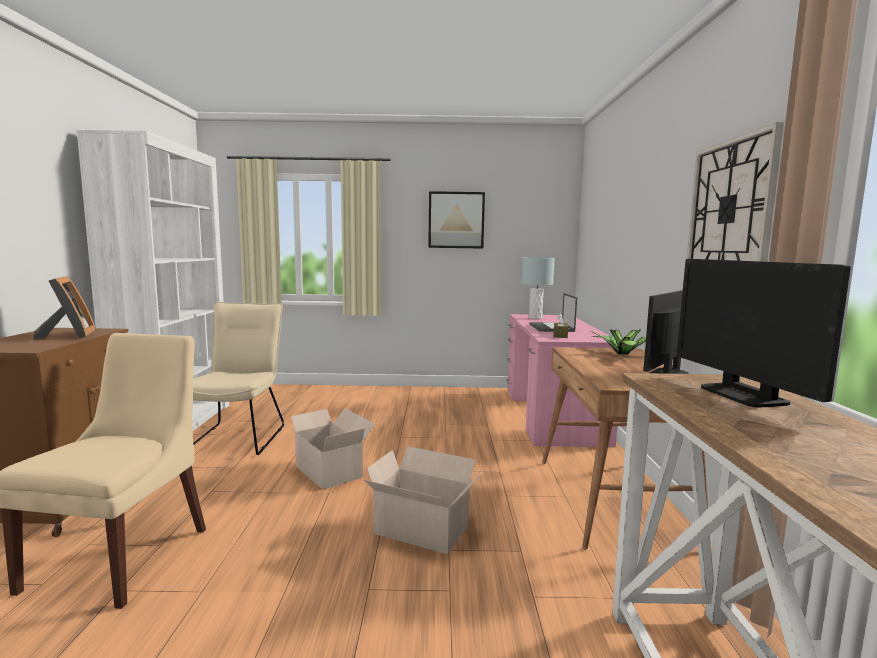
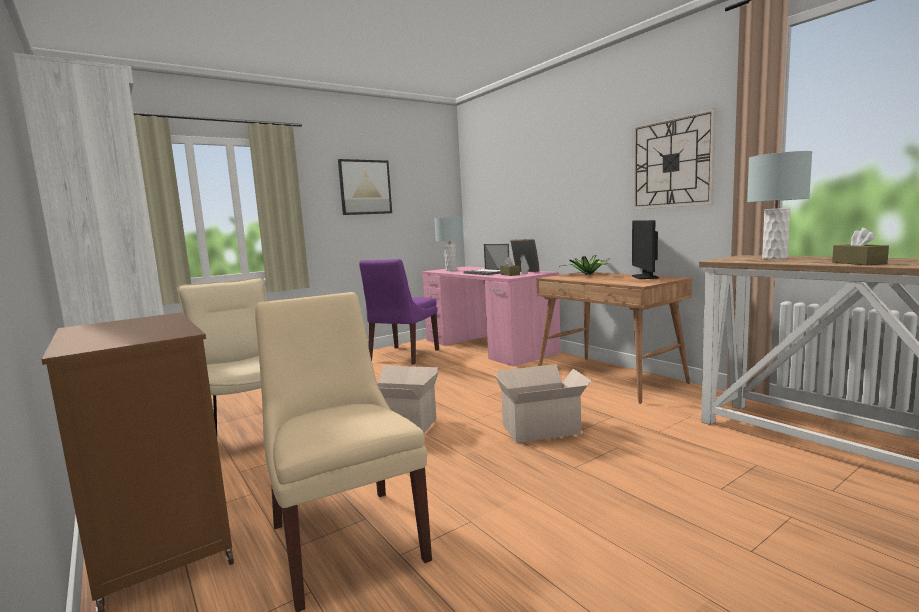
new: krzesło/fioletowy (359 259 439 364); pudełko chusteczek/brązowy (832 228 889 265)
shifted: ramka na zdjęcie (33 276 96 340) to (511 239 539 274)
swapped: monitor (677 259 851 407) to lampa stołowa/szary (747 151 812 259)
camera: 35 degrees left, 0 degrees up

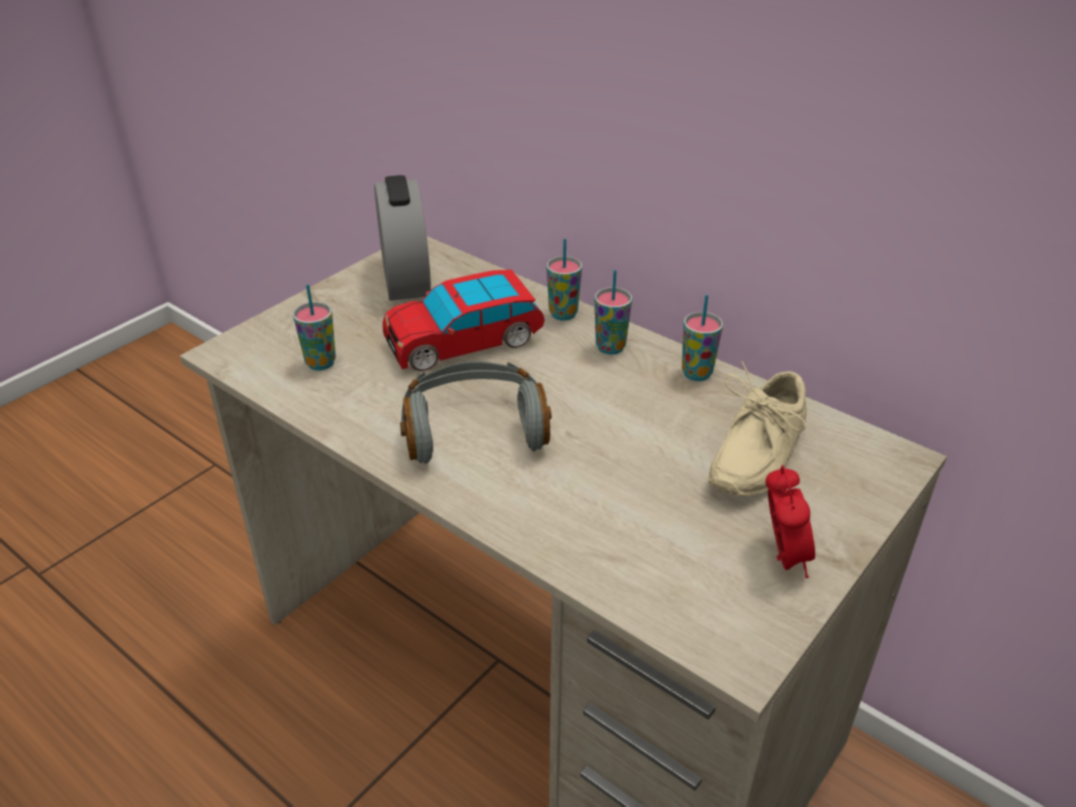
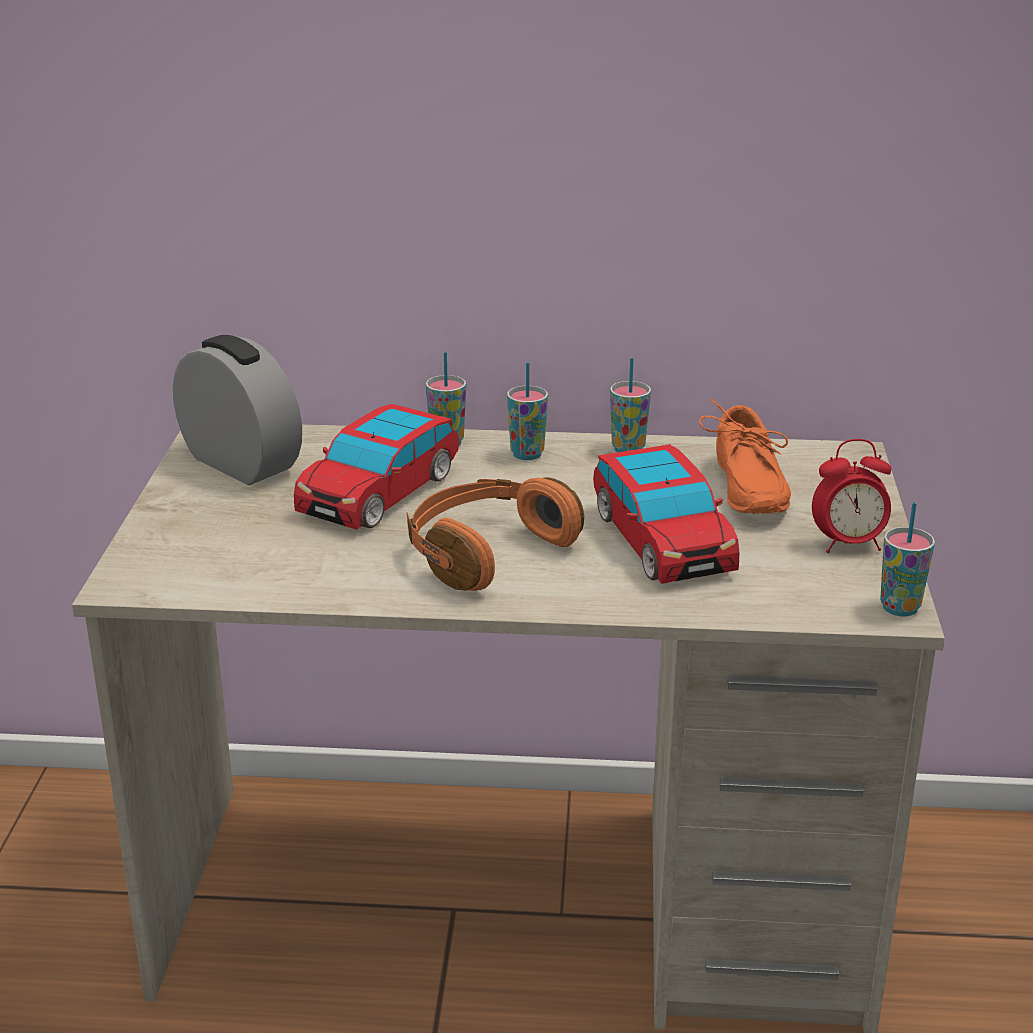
new: samochodzik (593 444 739 584)
shifted: filiżanka (293 285 336 370) to (880 502 935 616)
repainted: słuchawki/szary (400 362 552 464) to słuchawki/pomarańczowy (407 477 584 591); but/beżowy (708 361 807 497) to but/pomarańczowy (699 399 791 514)
rotated: budzik (766 465 815 578) = (812 439 891 553) 120 degrees clockwise
camera: 35 degrees left, 10 degrees down

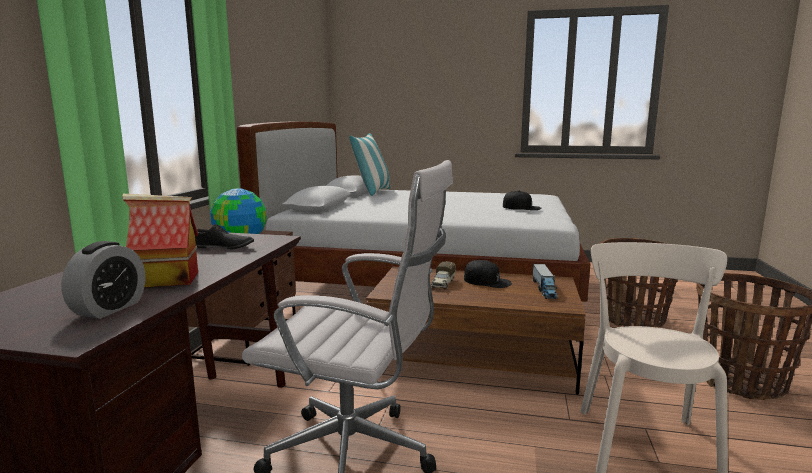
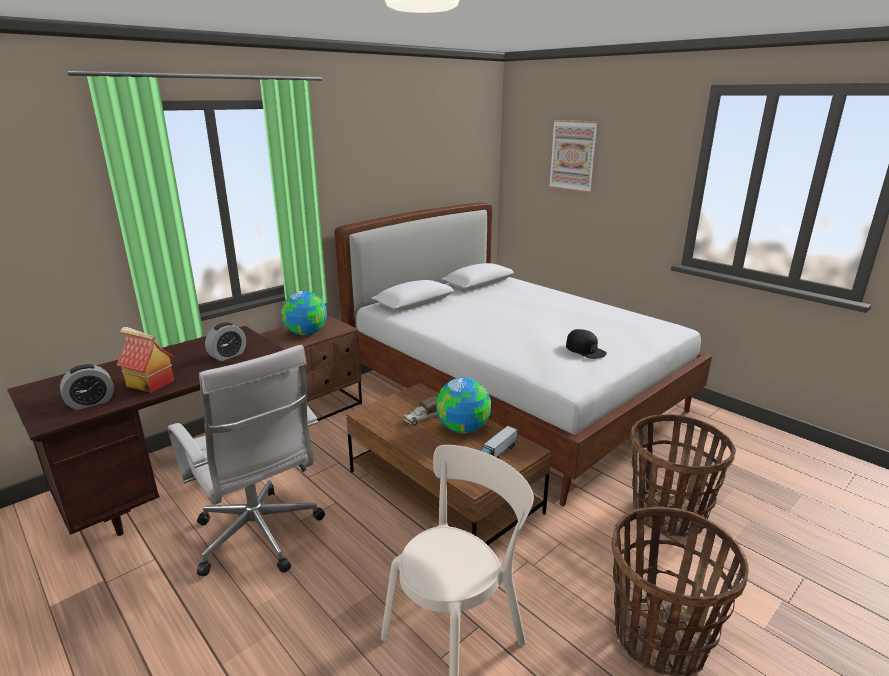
gone: poduszka (349 133 390 196)
new: obraz (549 120 598 193)
swapped: but/czarny (195 224 254 249) to budzik (205 322 246 361); czapka z daszkiem/czarny (464 260 512 288) to globus (436 378 491 434)
camera: 35 degrees right, 10 degrees up

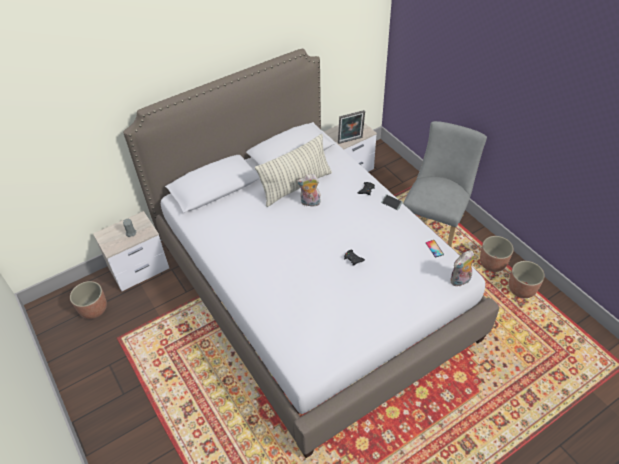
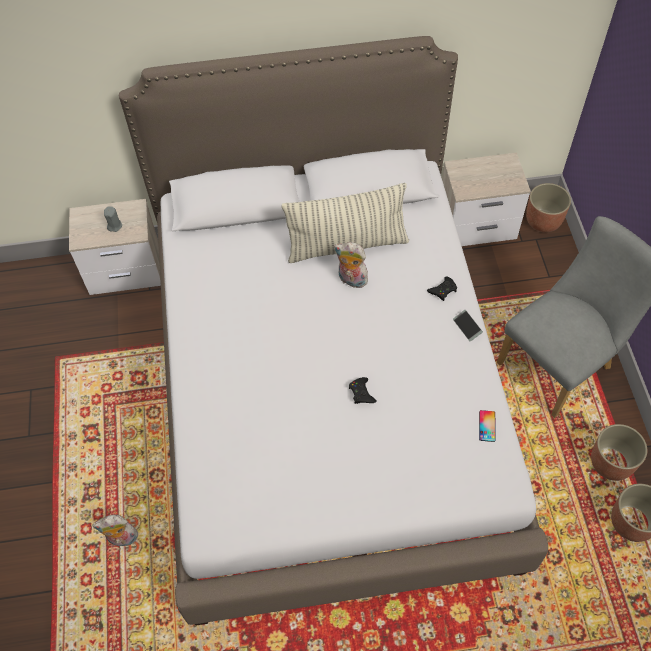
gone: ramka na zdjęcie (338 110 365 144)
shifted: donica (70 281 107 319) to (526 183 571 232); pluszak (450 250 474 287) to (92 514 138 546)
camera: 25 degrees right, 10 degrees up

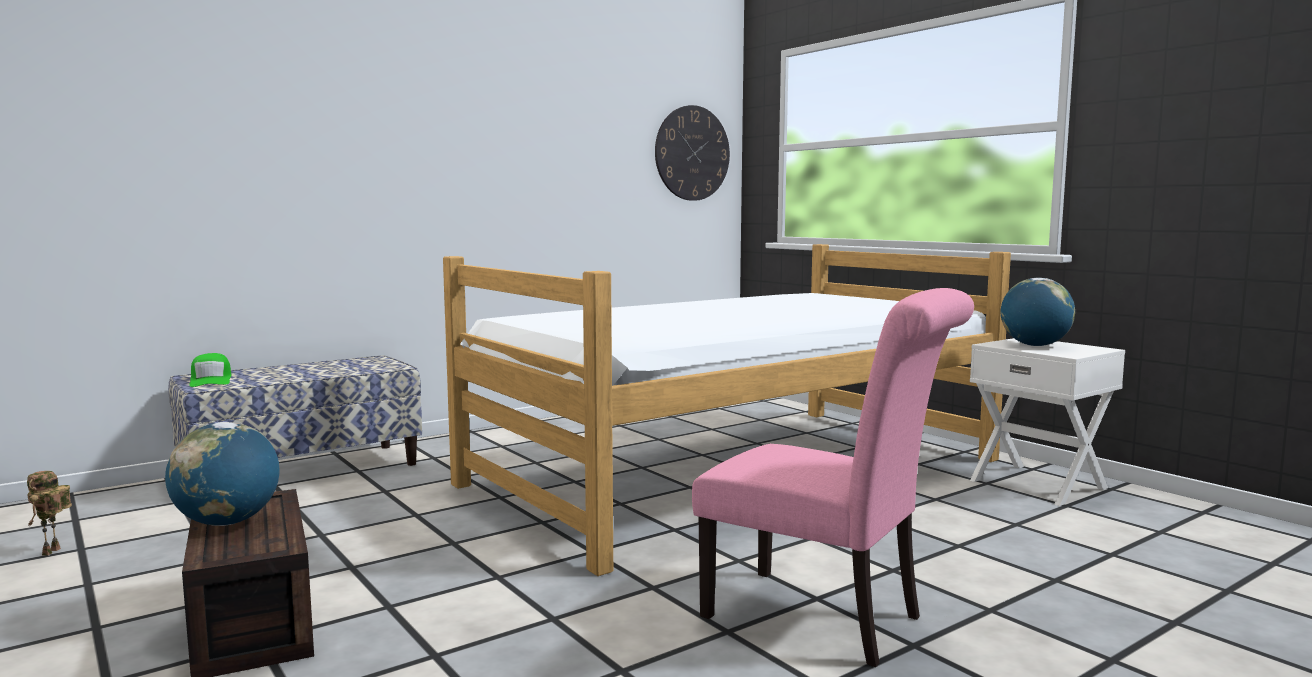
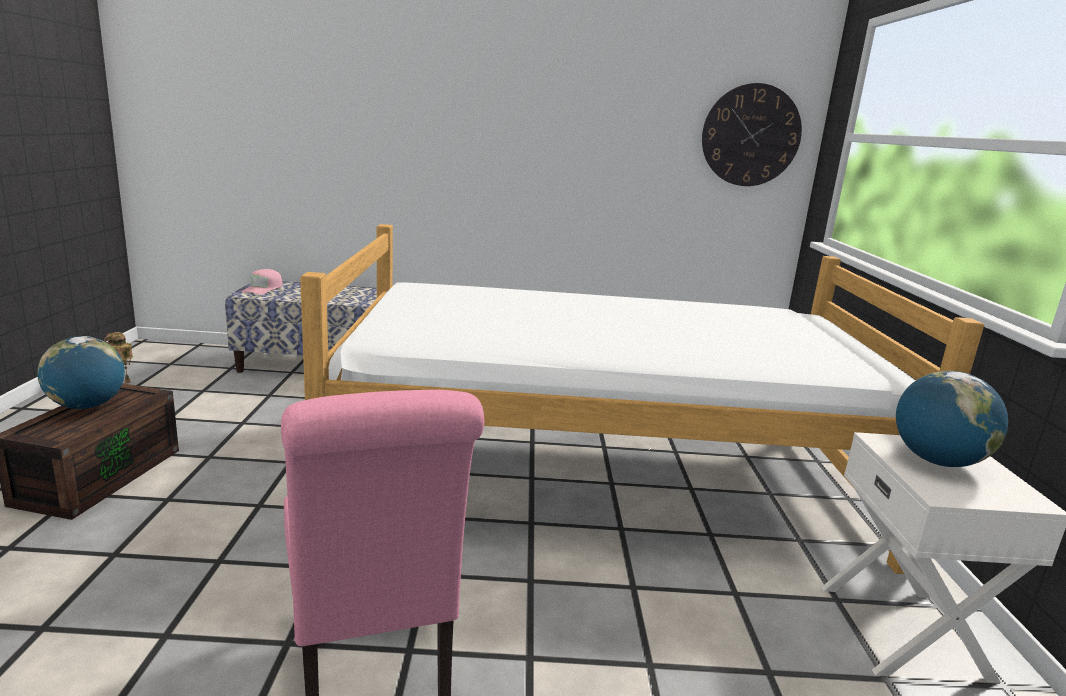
repainted: czapka z daszkiem/zielony (189 353 231 387) to czapka z daszkiem/różowy (241 269 283 295)
camera: 35 degrees right, 10 degrees up

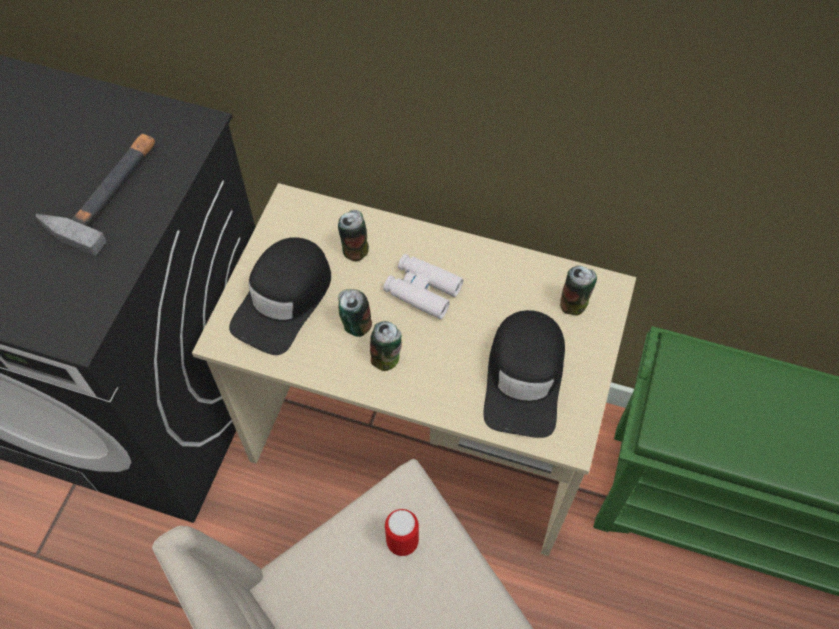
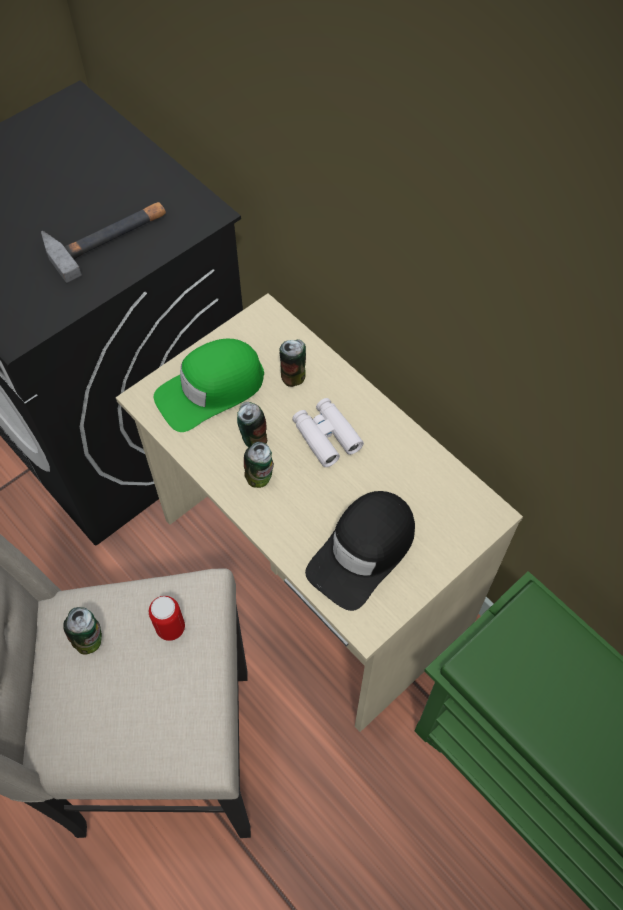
shifted: puszka (560 266 597 315) to (63 607 102 655)
repainted: czapka z daszkiem/czarny (229 237 331 355) to czapka z daszkiem/zielony (154 339 264 432)
camera: 30 degrees right, 0 degrees up

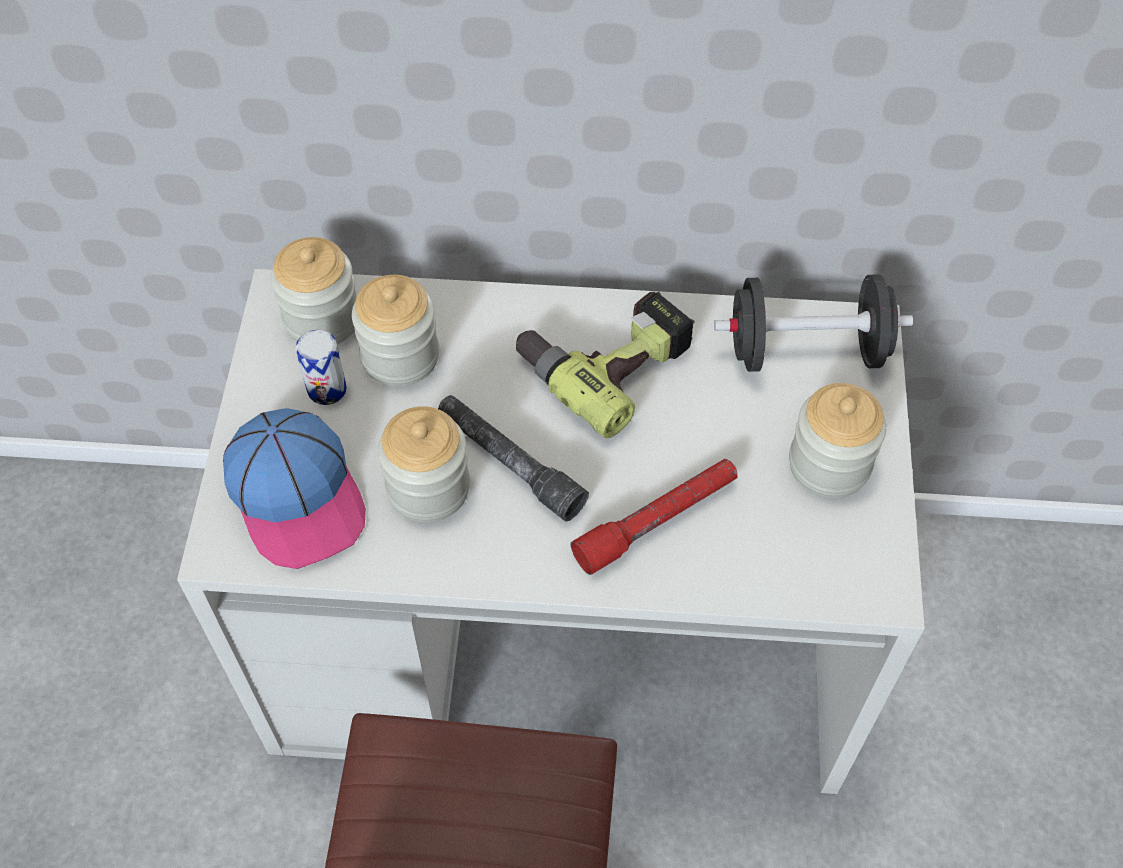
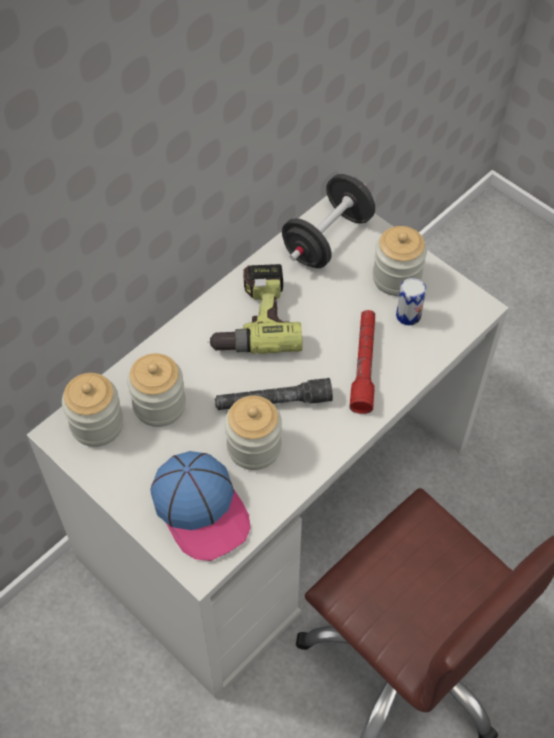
shifted: puszka (296 330 347 405) to (396 278 426 325)
rotated: czapka z daszkiem (223 408 366 569) = (151 451 251 561) 45 degrees clockwise
camera: 50 degrees left, 0 degrees up

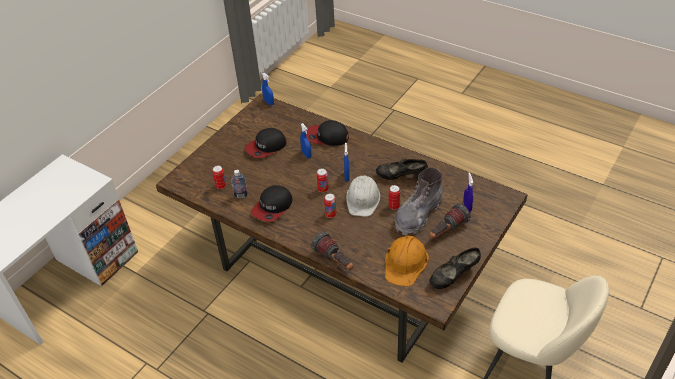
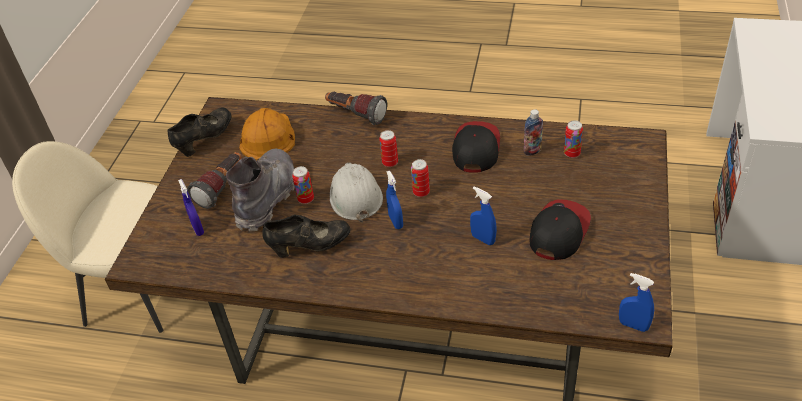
gone: czapka z daszkiem (306 120 349 146)
camera: 160 degrees right, 0 degrees up

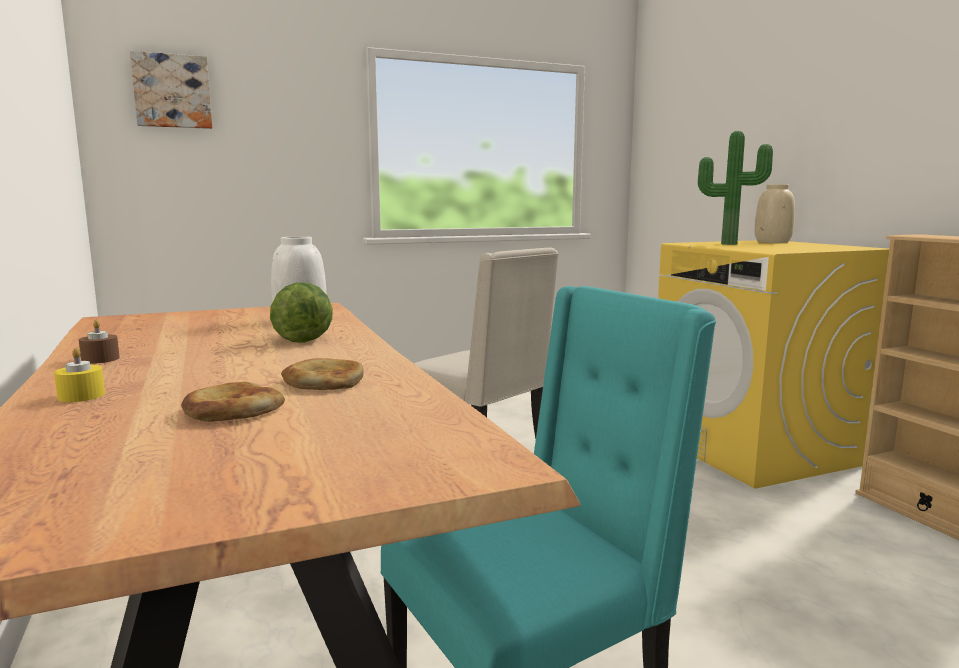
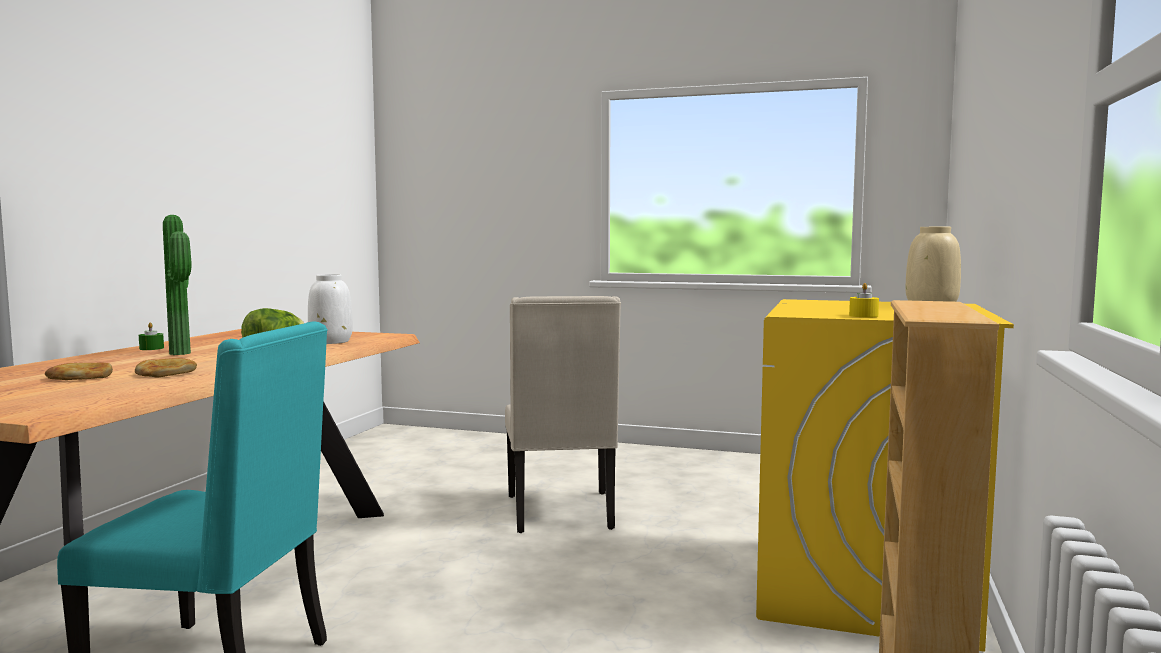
gone: obraz (130 51 212 129)
shifted: świeca/żółty (54 348 105 402) to (849 283 879 317); roślina doniczkowa (698 131 773 245) to (163 215 191 355)
repainted: świeca/brązowy (79 320 120 364) to świeca/zielony (139 322 164 350)
camera: 40 degrees right, 5 degrees down

